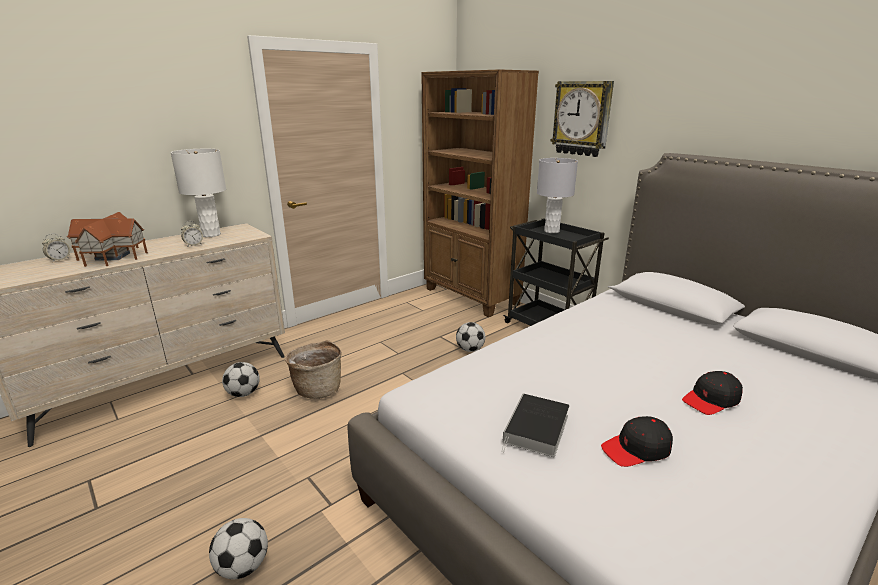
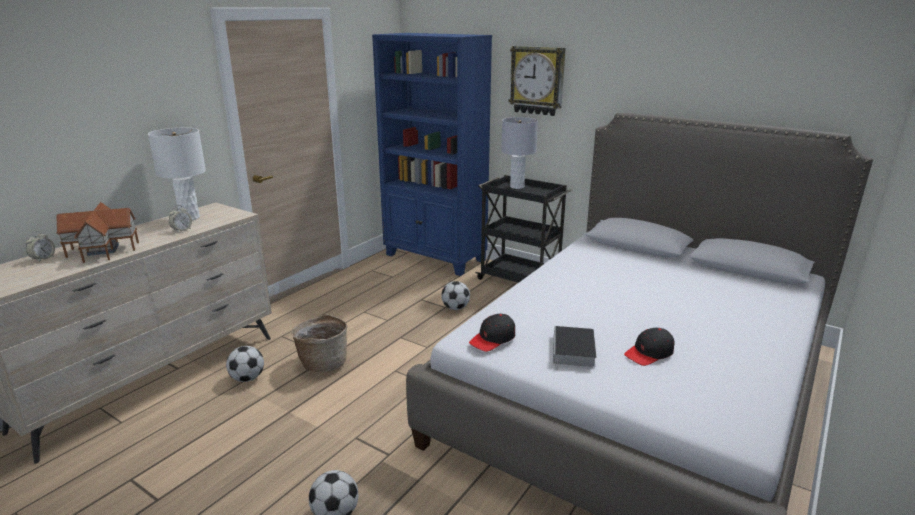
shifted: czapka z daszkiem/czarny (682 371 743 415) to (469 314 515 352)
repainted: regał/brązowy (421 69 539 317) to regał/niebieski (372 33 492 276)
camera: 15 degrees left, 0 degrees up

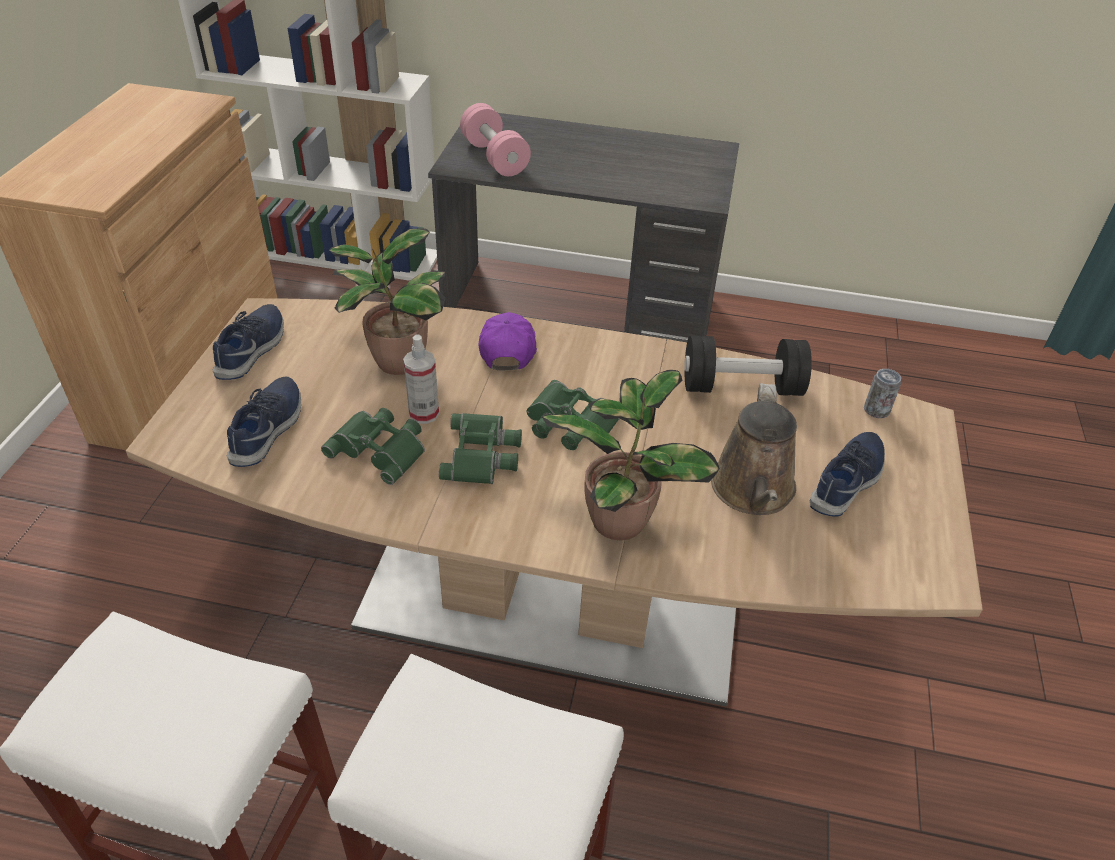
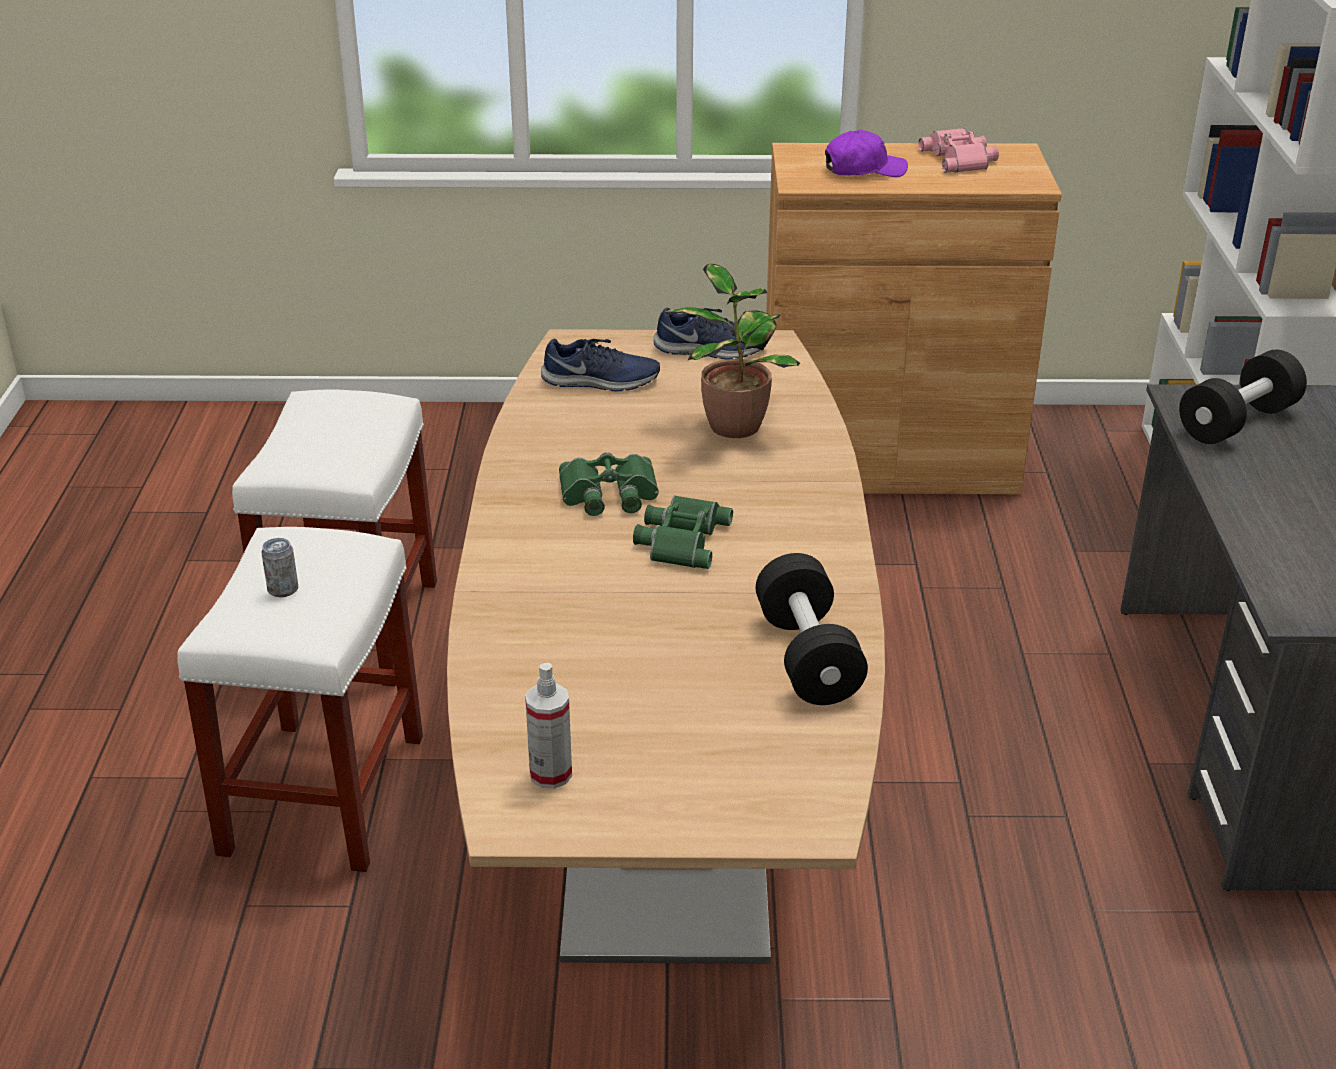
gone: lornetka/zielony (321 408 425 485); roślina doniczkowa (542 370 720 541); konewka/brązowy (711 383 797 515); but/niebieski (810 432 885 517)
new: lornetka/różowy (918 128 999 173)
shifted: spryskiwacz (403 334 439 424) to (525 663 572 789); czapka z daszkiem/fioletowy (478 312 537 371) to (825 129 908 177); puszka (864 369 901 418) to (262 538 298 597)
repainted: hantel/różowy (460 103 531 176) to hantel/czarny (1179 350 1307 444)
camera: 80 degrees right, 10 degrees down

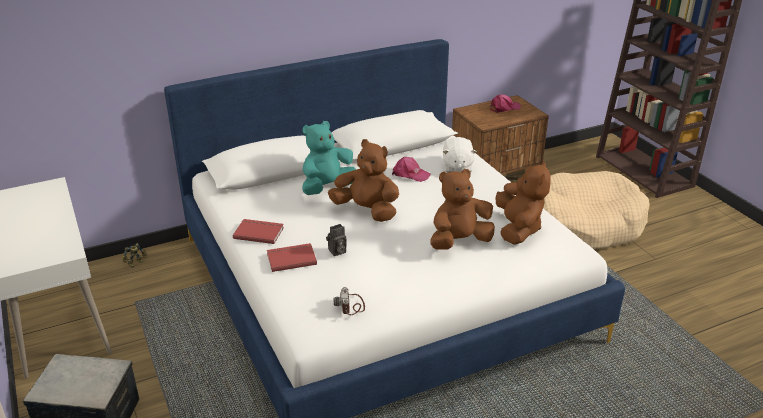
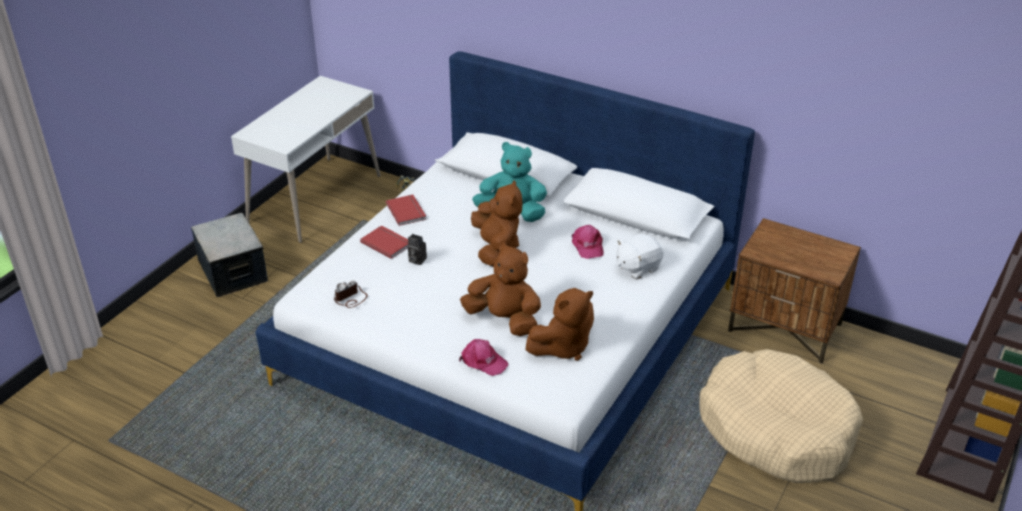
shifted: czapka z daszkiem/różowy (490 94 521 113) to (459 339 509 376)
camera: 55 degrees right, 5 degrees up

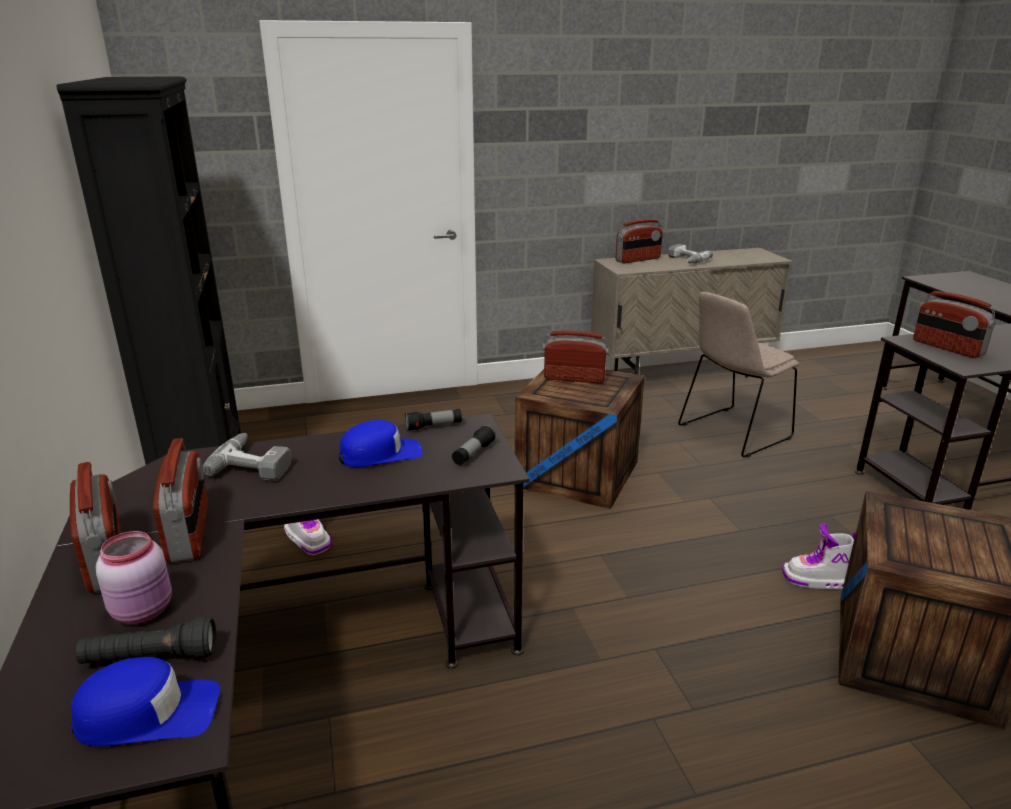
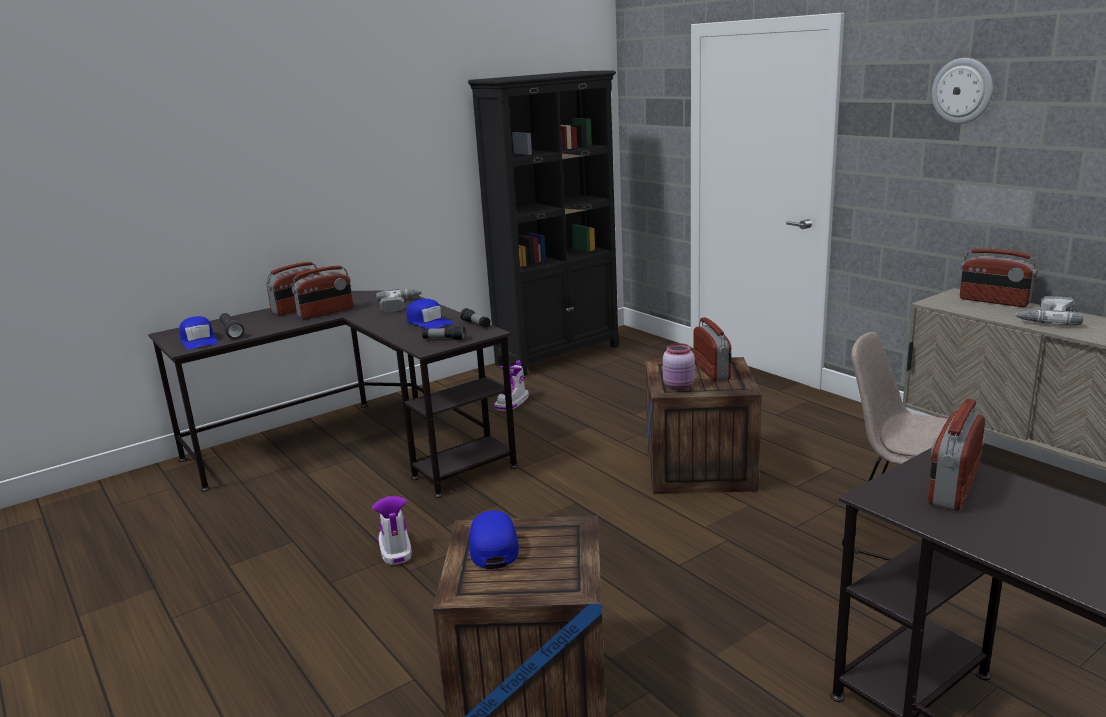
new: czapka z daszkiem/niebieski (469 511 519 569); zegar ścienny (932 58 993 124)
shifted: słoik/różowy (96 531 172 624) to (663 343 695 390); but z cholewką (782 523 856 589) to (372 496 412 565)
camera: 70 degrees right, 5 degrees down

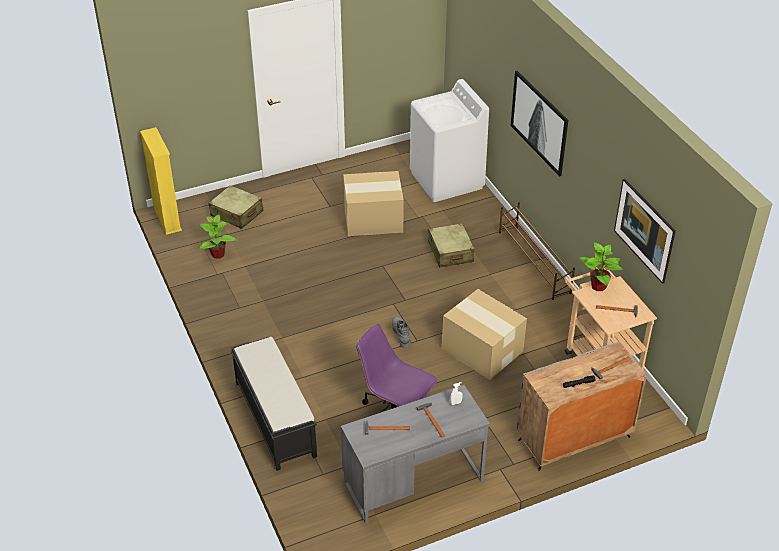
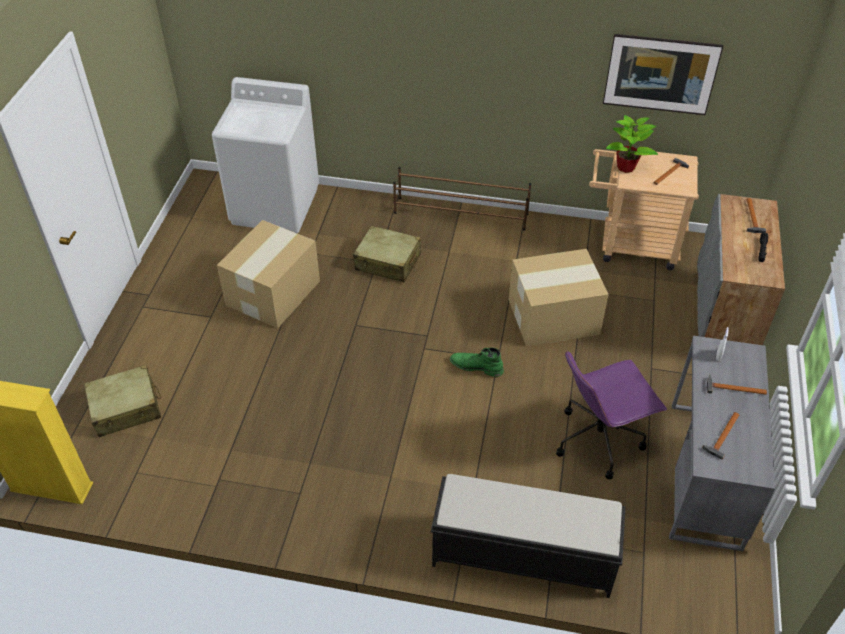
gone: roślina doniczkowa (199 214 238 258); obraz (511 71 568 177)
repainted: but z cholewką/szary (392 316 411 348) to but z cholewką/zielony (450 348 504 377)
camera: 55 degrees left, 5 degrees up

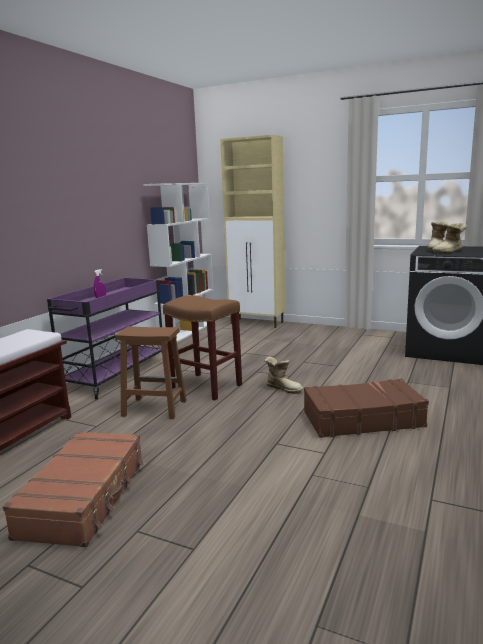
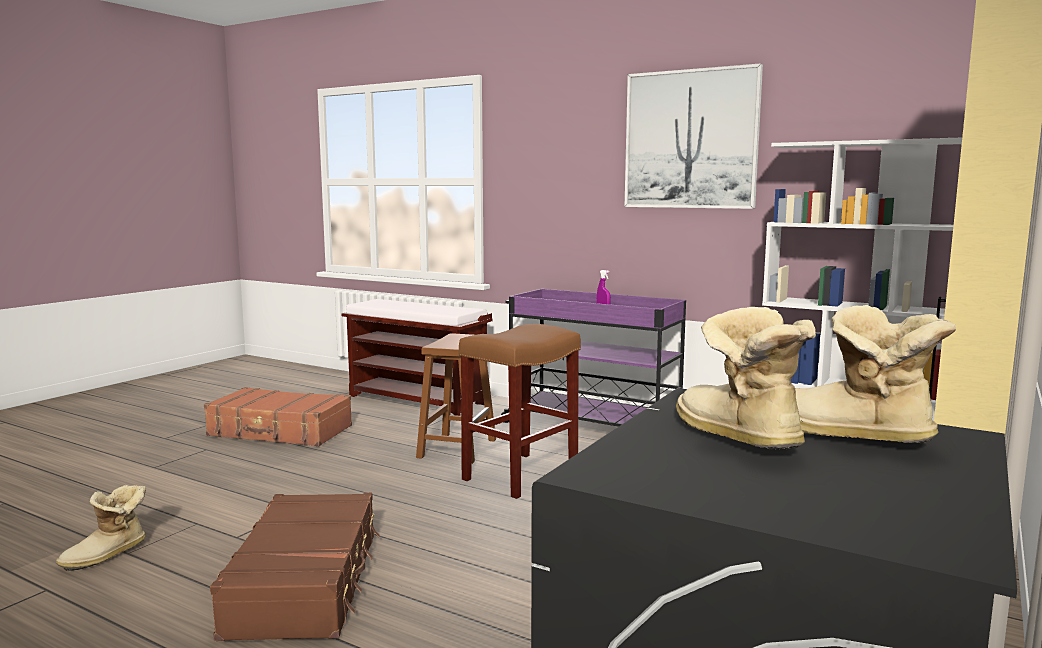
new: obraz (624 63 763 209)
shifted: but z cholewką (264 357 303 394) to (56 485 146 571)
camera: 95 degrees right, 5 degrees down

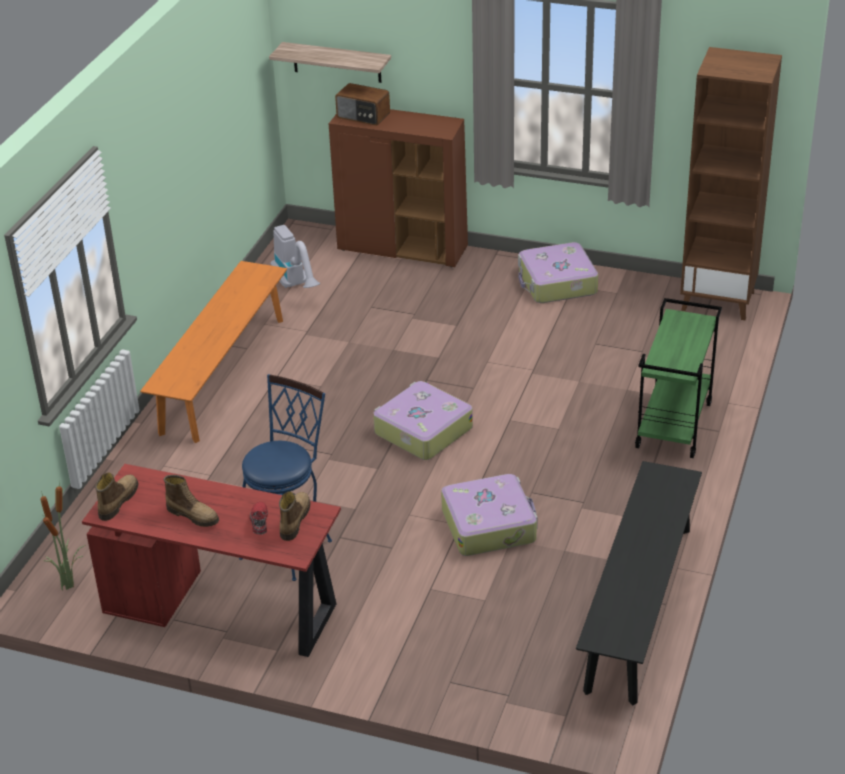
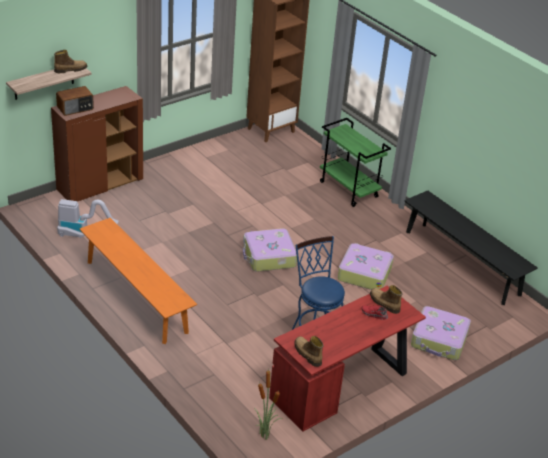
shifted: but z cholewką (163 475 219 527) to (54 50 88 73); walizka (518 242 598 303) to (411 306 471 360)
camera: 60 degrees left, 0 degrees up

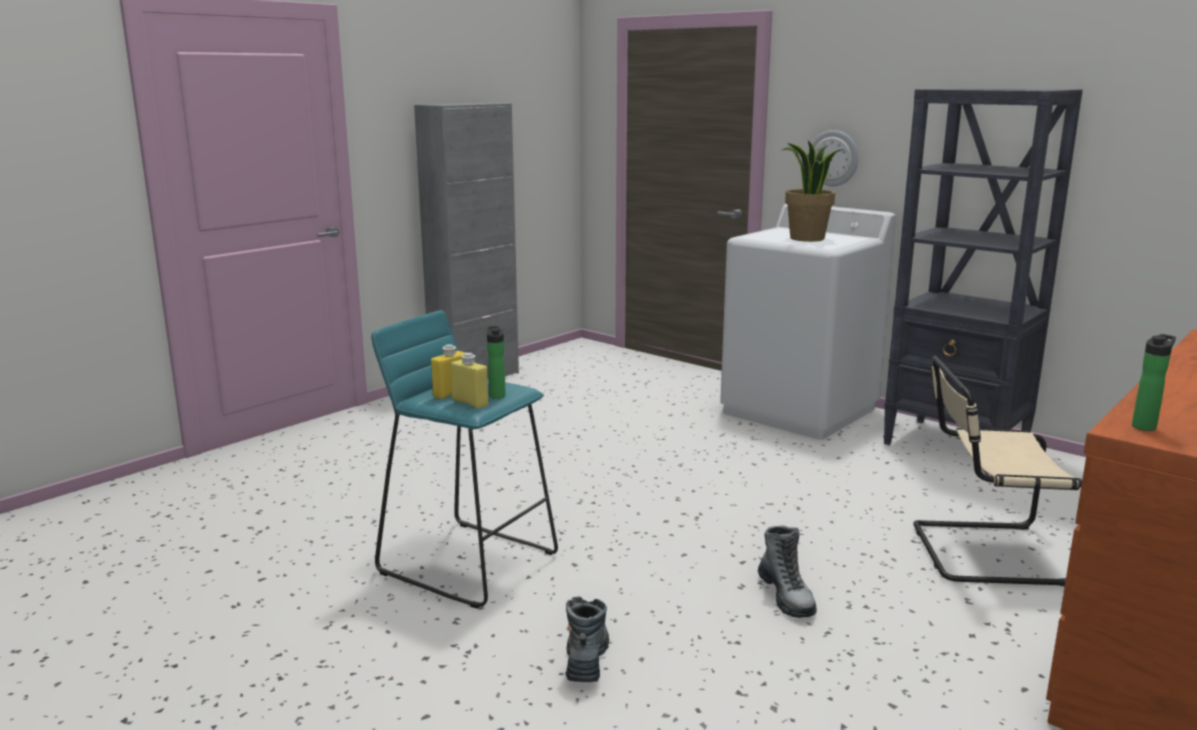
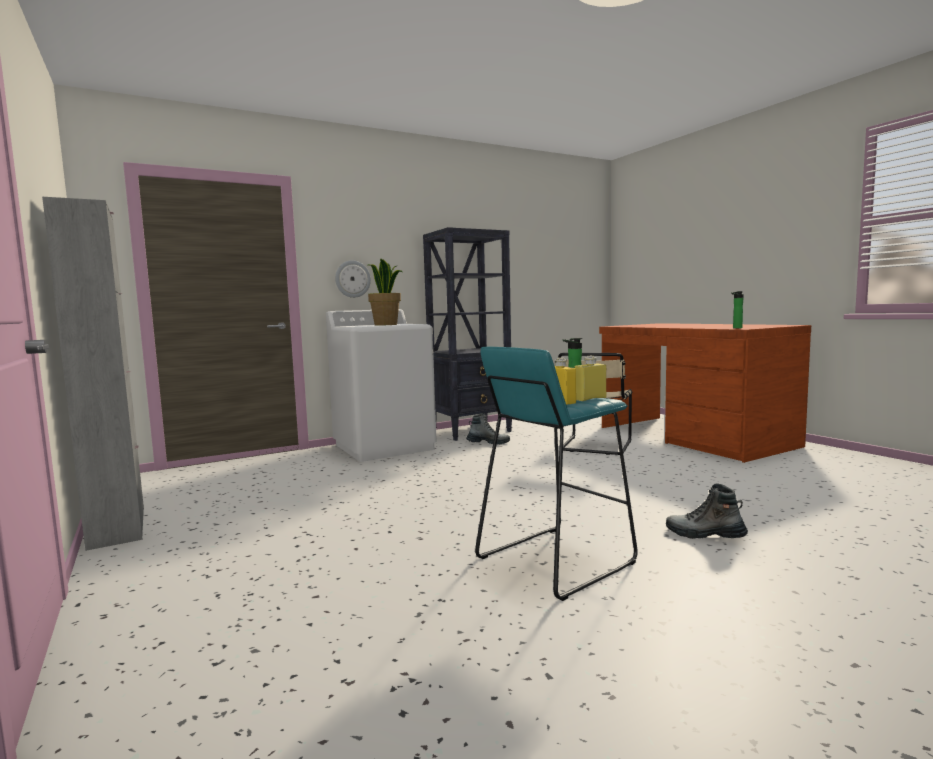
shifted: but z cholewką (758 525 817 618) to (466 413 510 444)
camera: 70 degrees left, 10 degrees down

